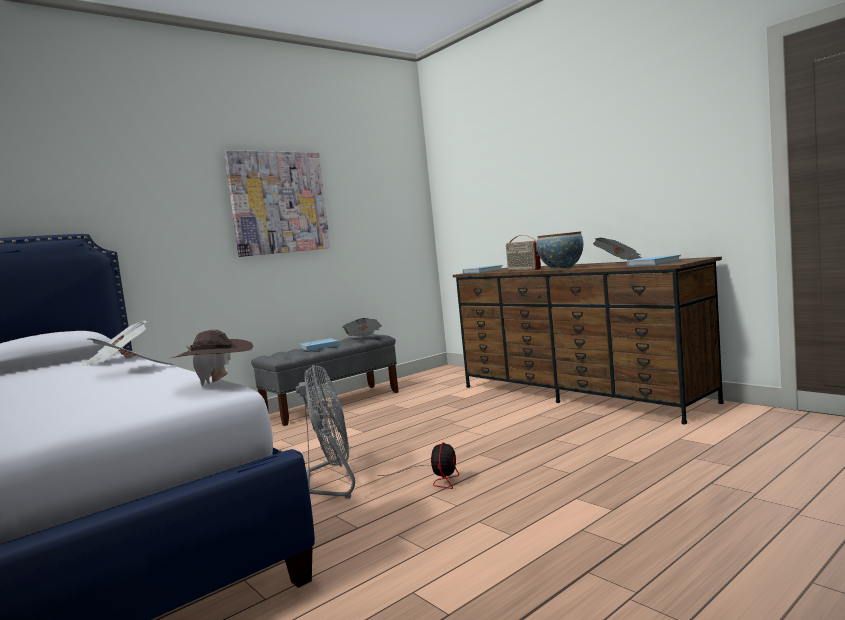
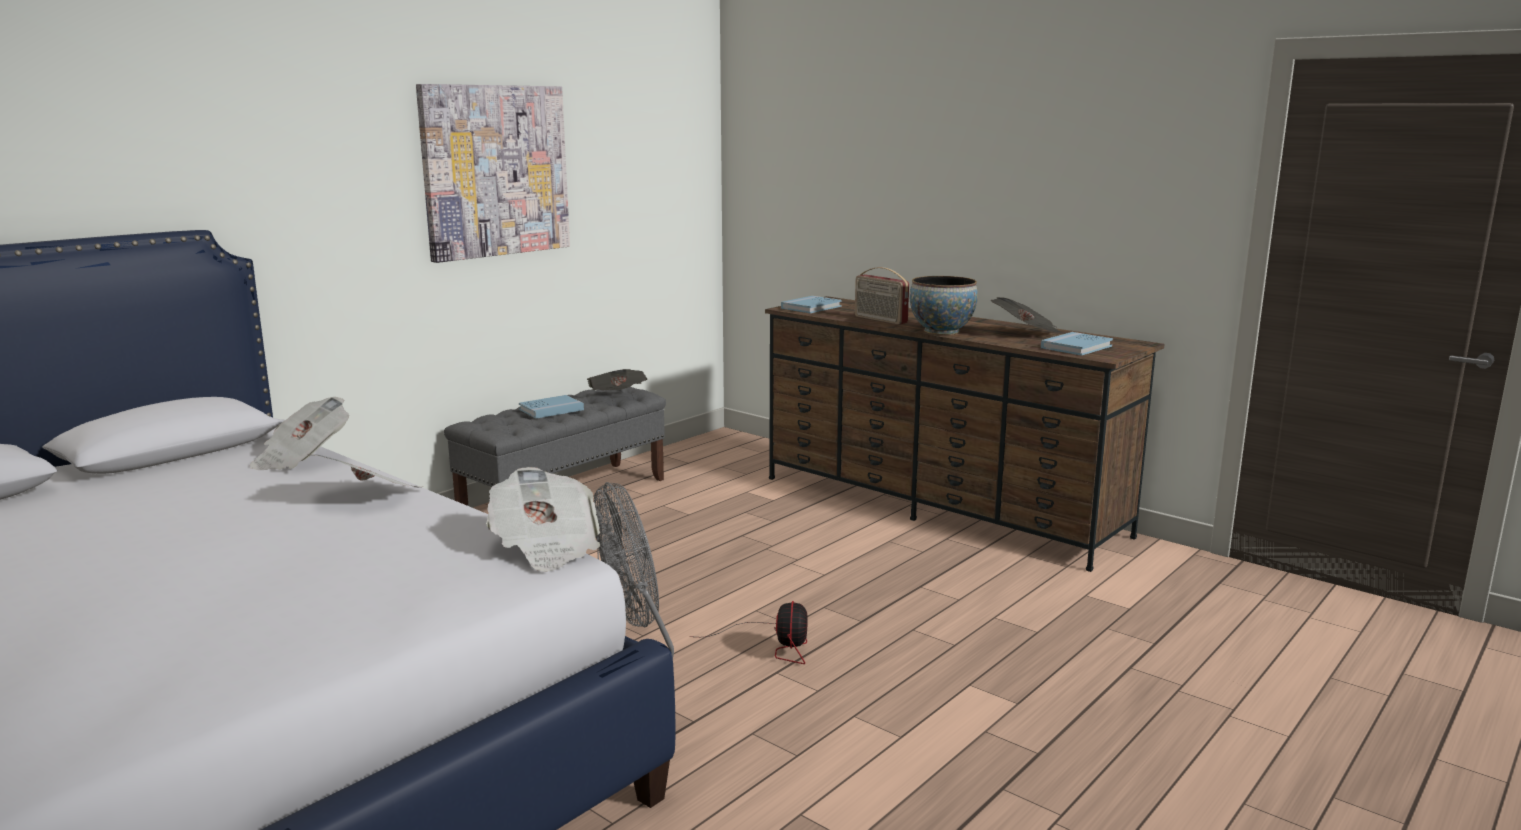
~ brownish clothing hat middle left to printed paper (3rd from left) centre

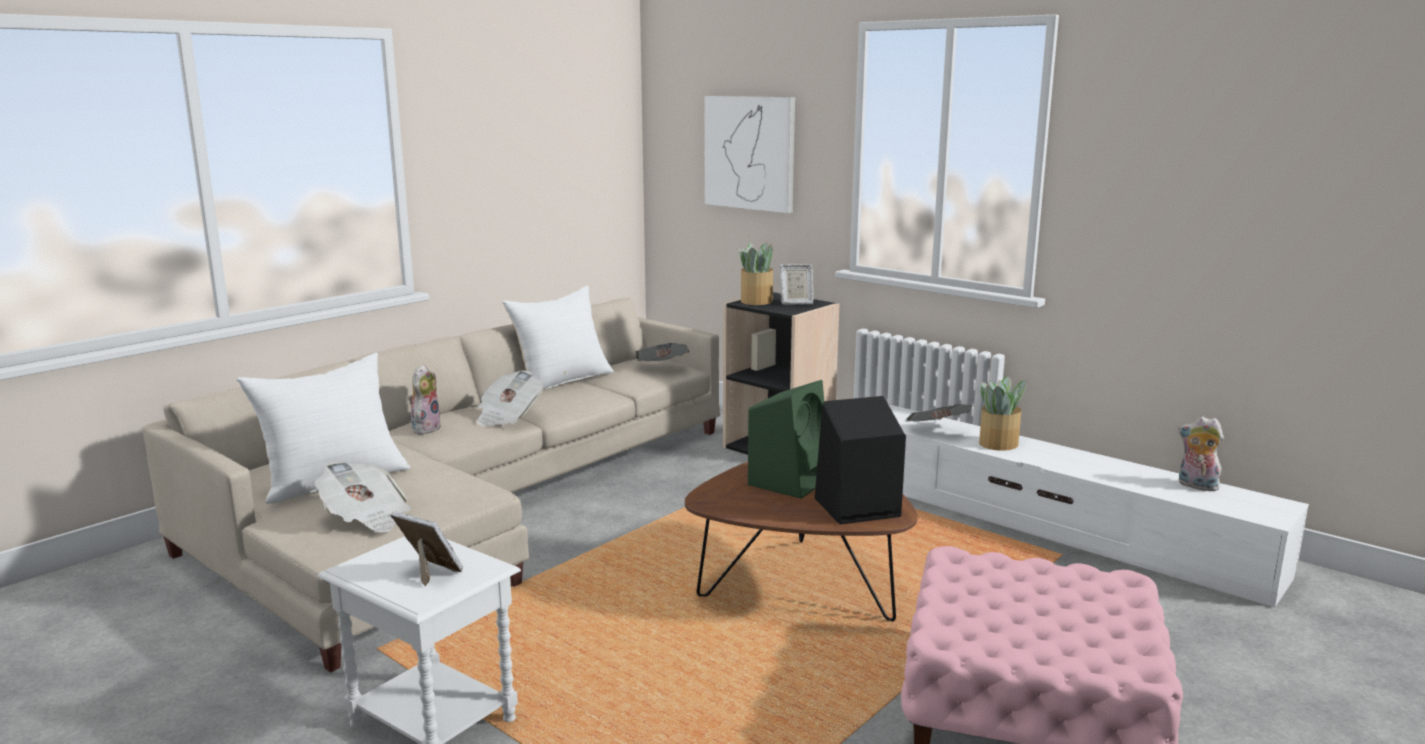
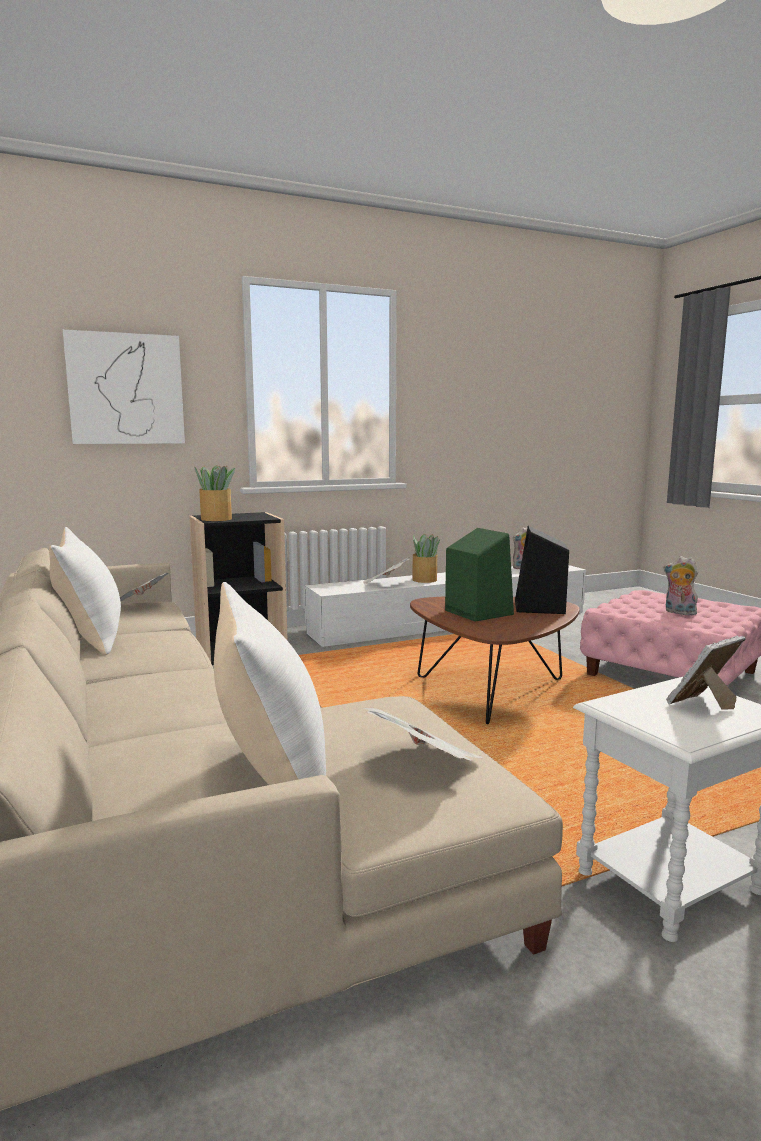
- standing frame (2nd from left) centre
~ plush toy (1st from left in the first image) middle left to plush toy (2nd from left) middle right
- printed paper (2nd from left) centre

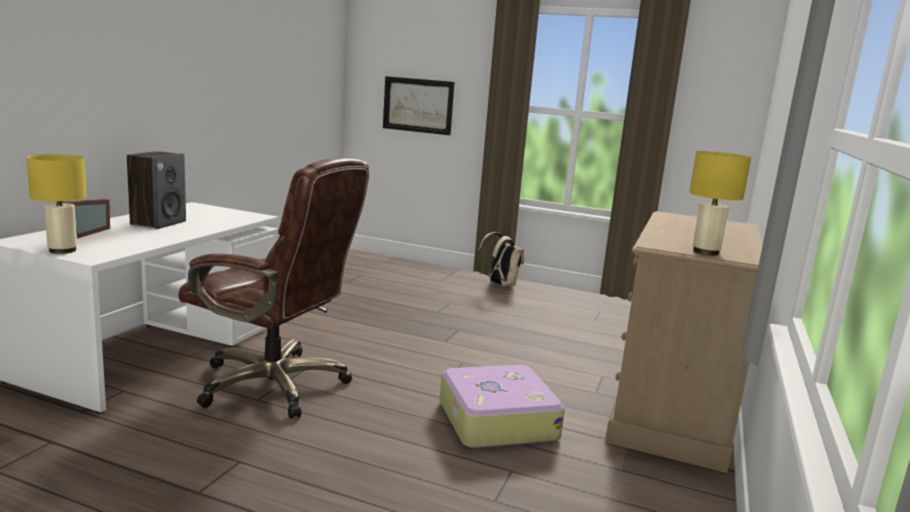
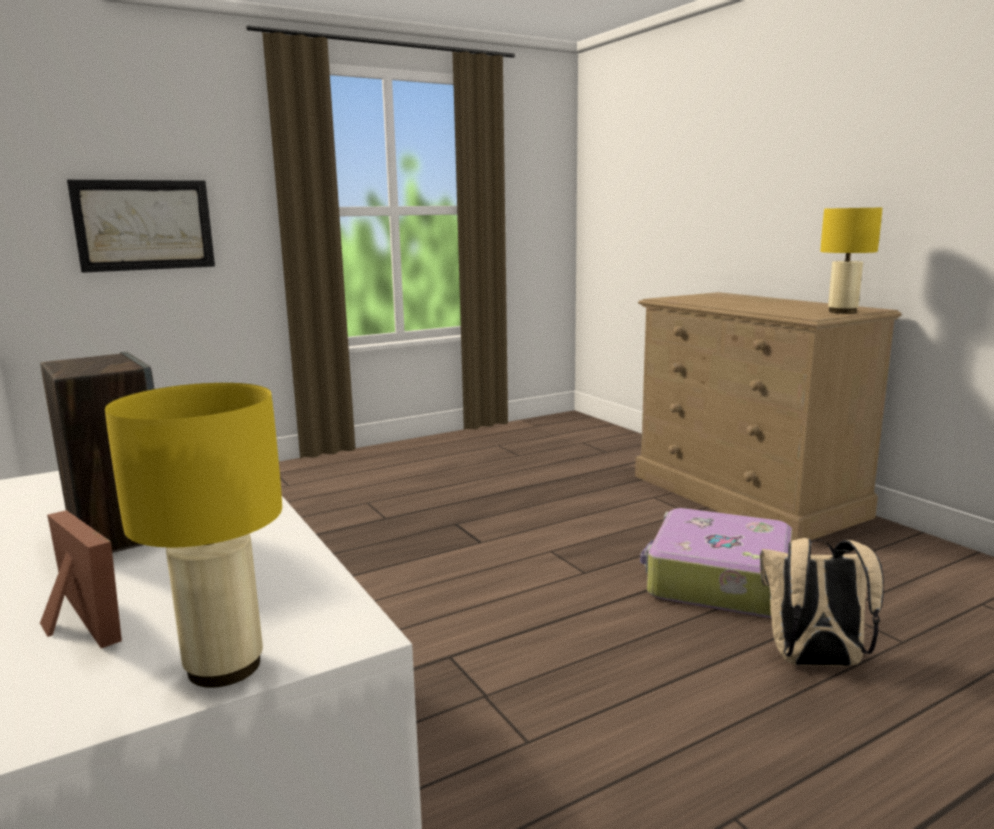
- brownish computer chair middle left
~ sand-coloured knapsack centre to bottom right

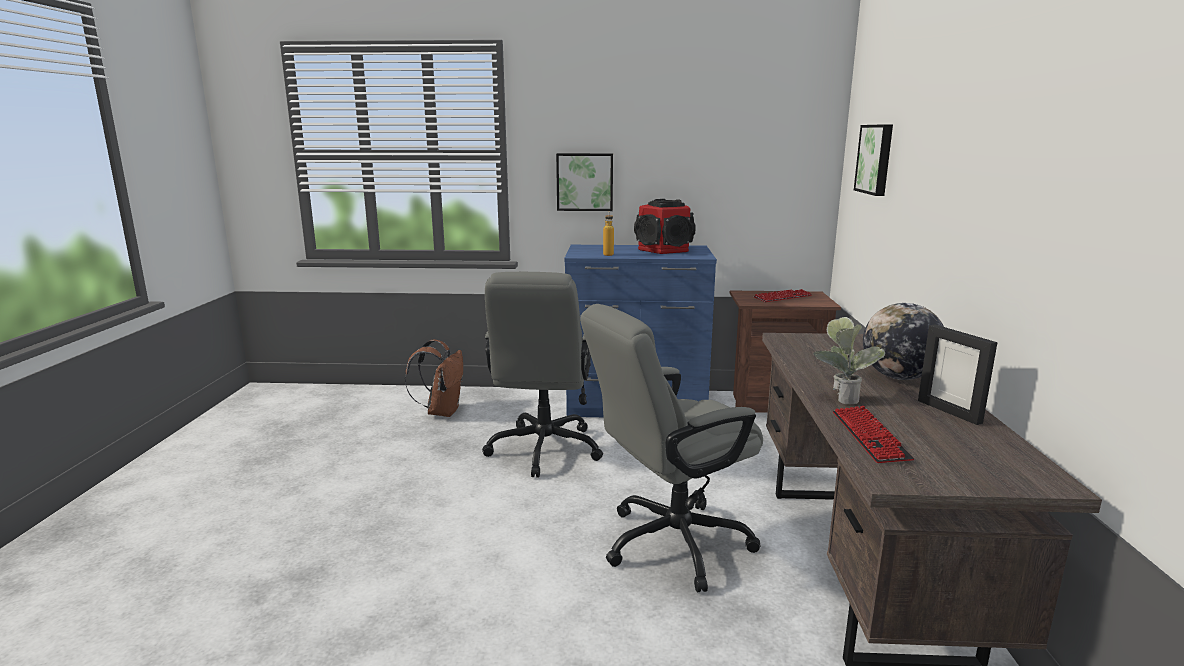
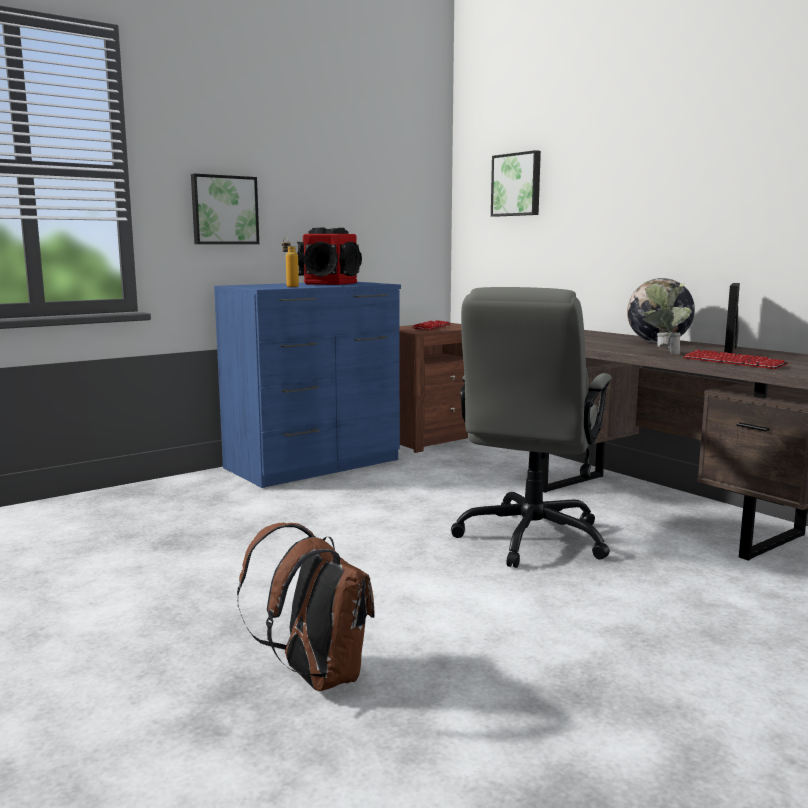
- greyish computer chair (1st from left) centre
~ standing frame middle right = middle right 90 degrees clockwise
~ brownish knapsack centre to bottom centre

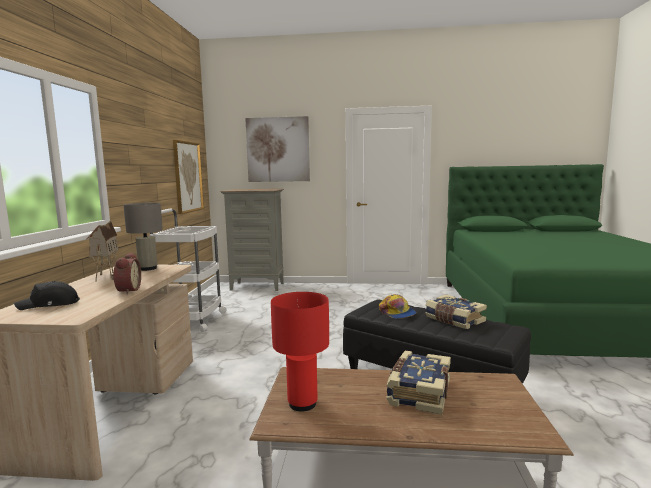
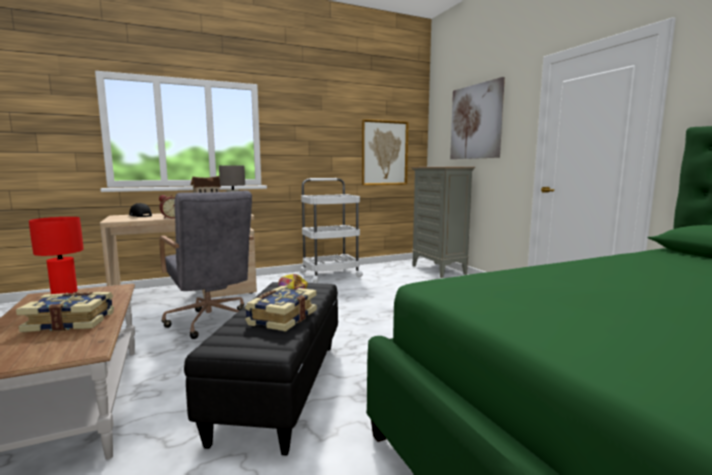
+ greyish computer chair middle left

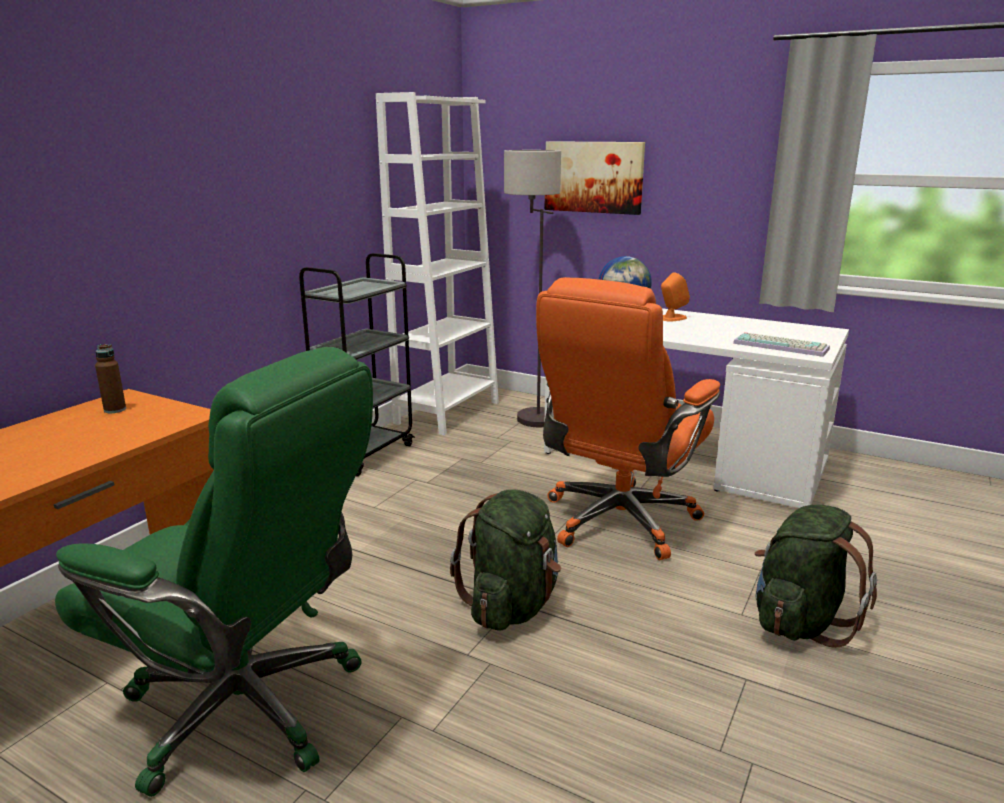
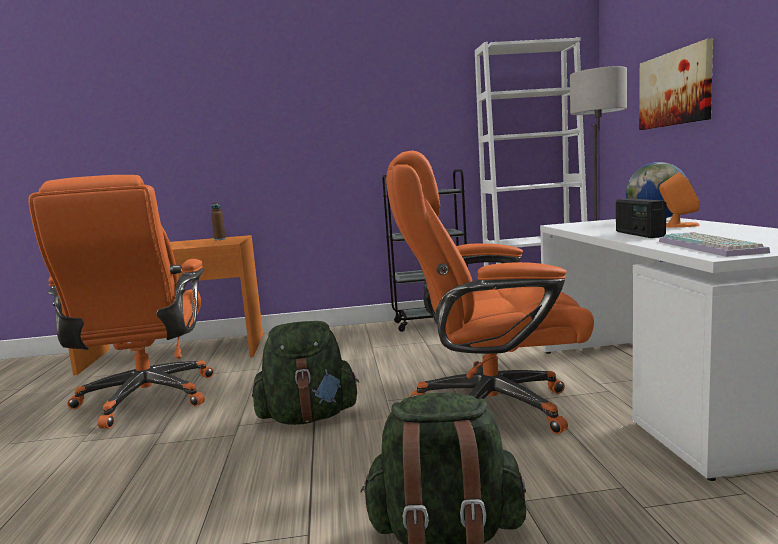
~ green-coloured computer chair bottom left to orange computer chair (1st from left) middle left
+ radio middle right

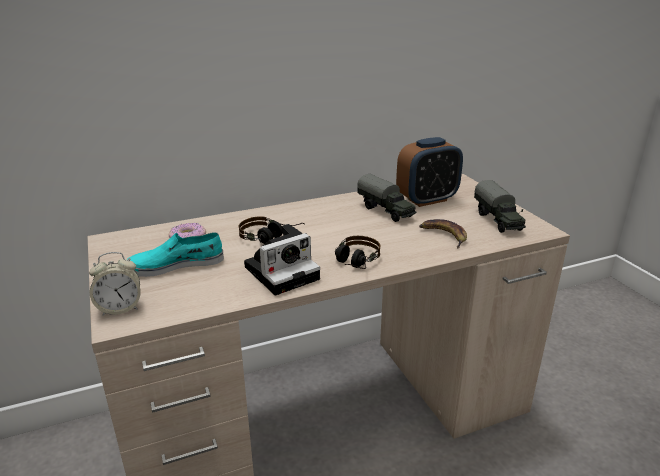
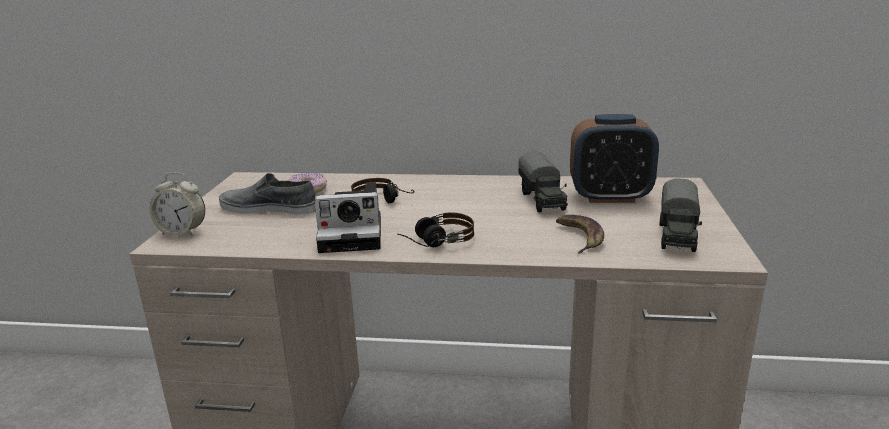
~ turquoise shoe middle left to greyish shoe middle left

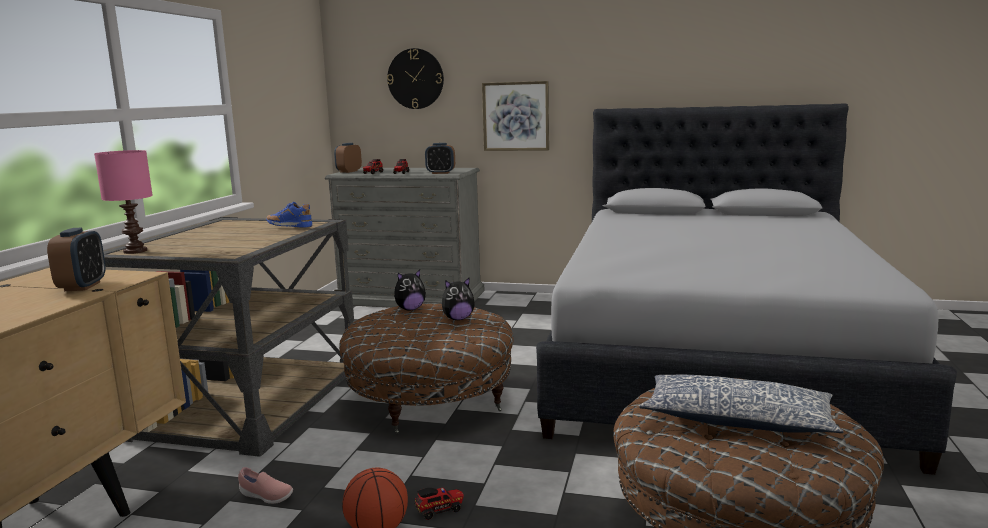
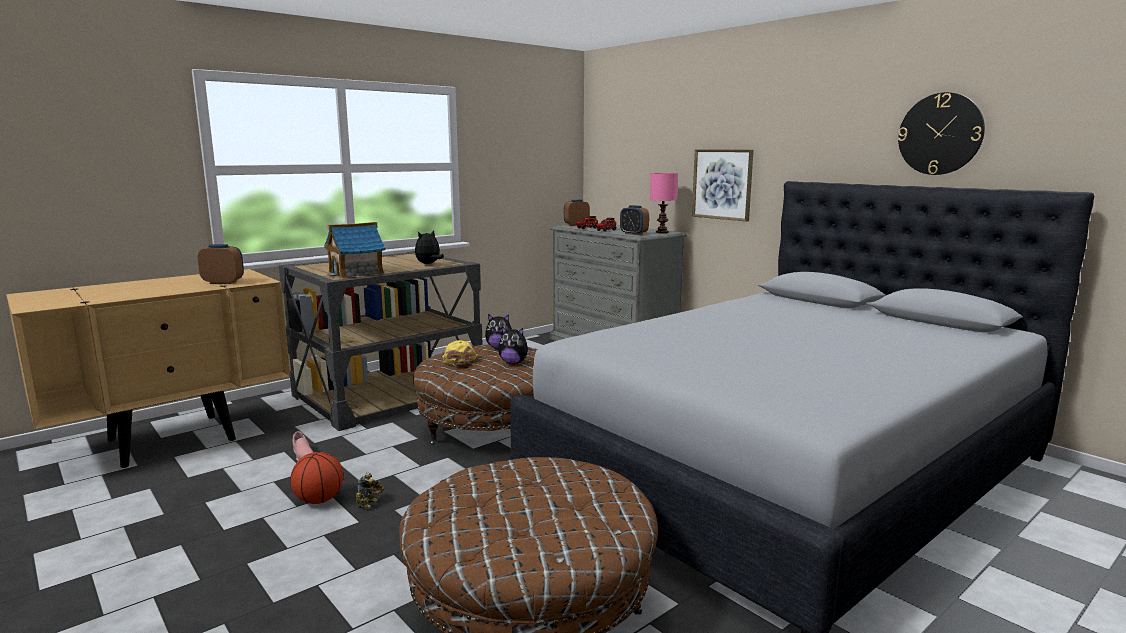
~ wall clock top centre to top right
~ pink-coloured table lamp middle left to top centre
~ blue-coloured shoe middle left to plush toy (1st from left) centre
~ alarm clock (1st from left) middle left = middle left 120 degrees counterclockwise
- throw pillow bottom right
~ toy lorry (3rd from left) bottom centre to toy robot bottom left
+ model house middle left
+ yellowish cap centre

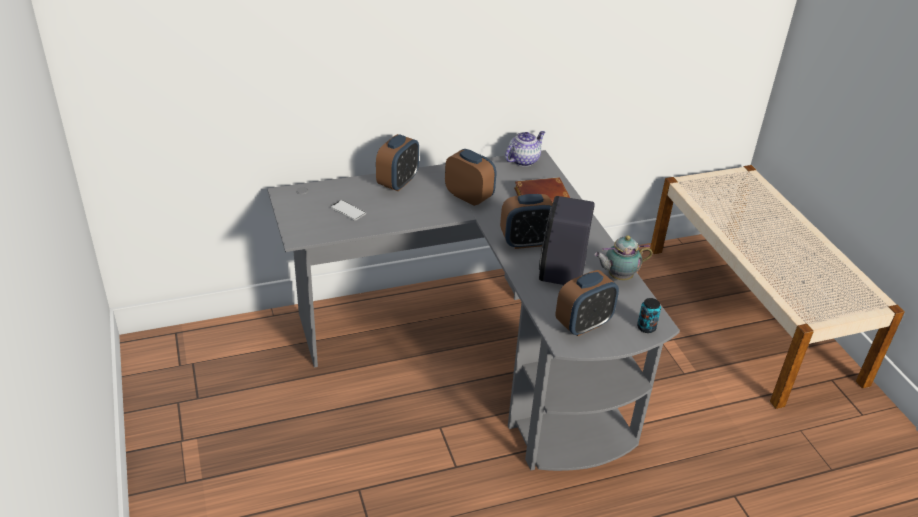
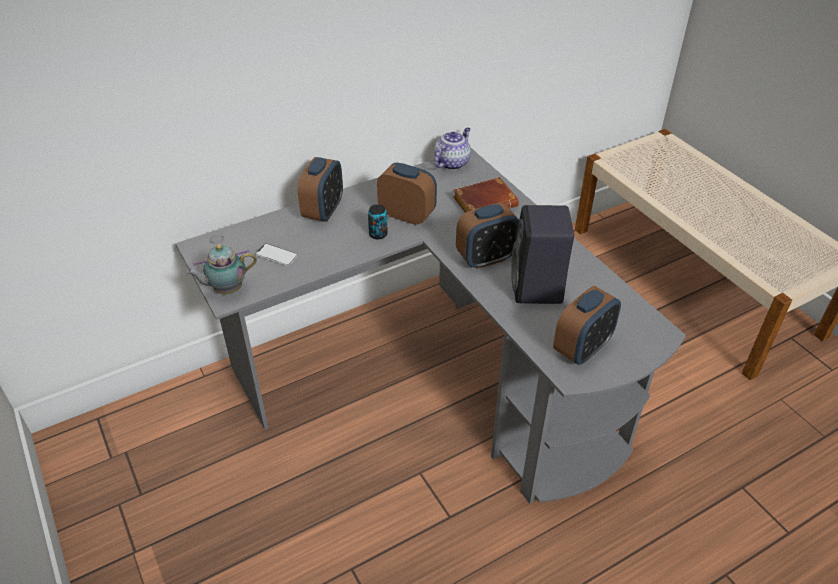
~ teapot (2nd from left in the first image) middle right to teapot (1st from left) middle left
~ can middle right to centre

